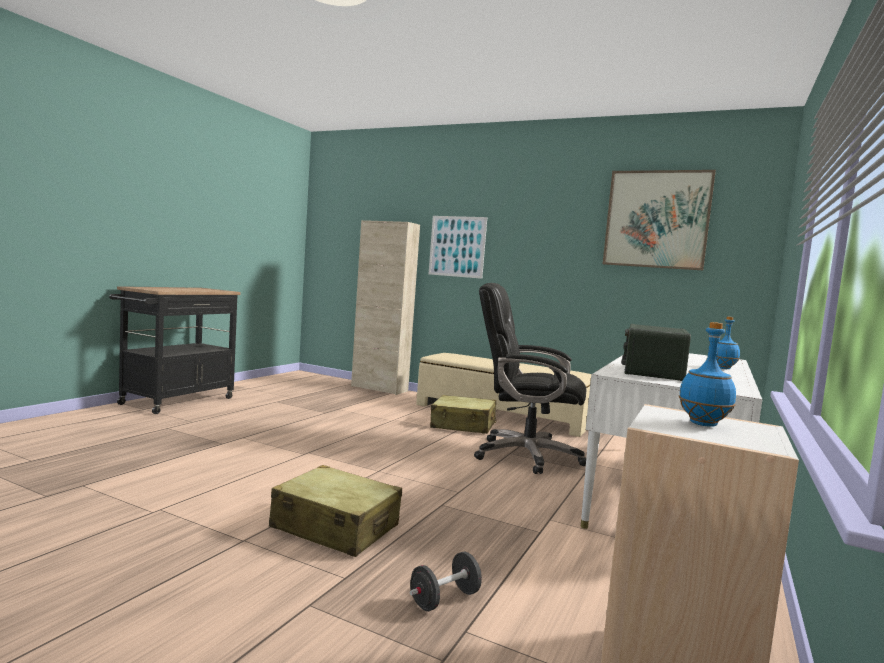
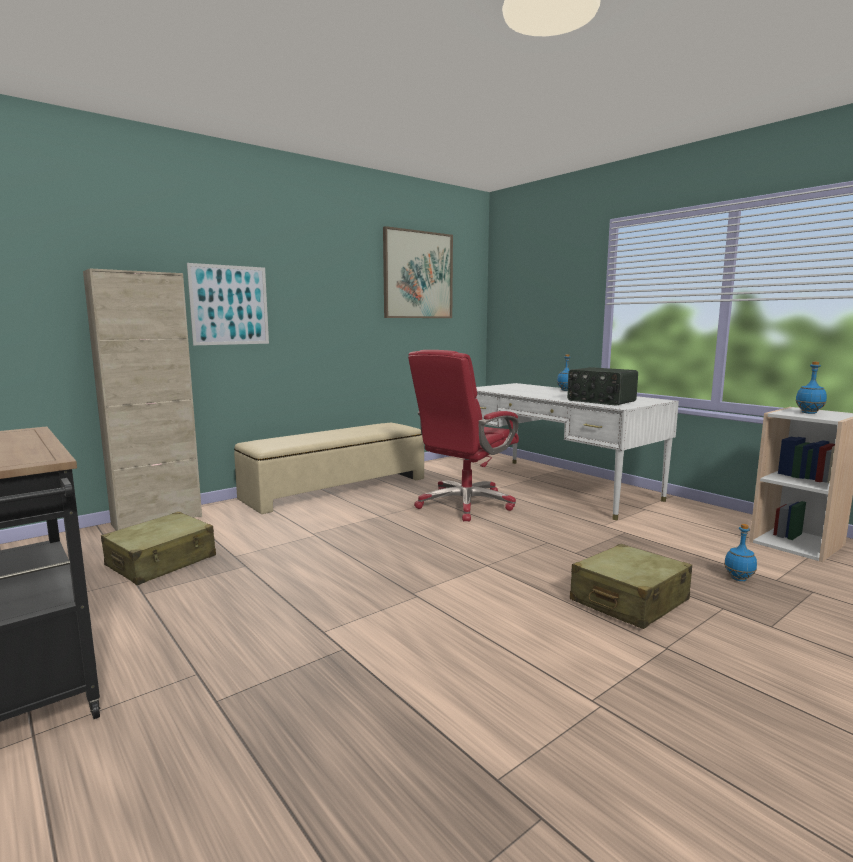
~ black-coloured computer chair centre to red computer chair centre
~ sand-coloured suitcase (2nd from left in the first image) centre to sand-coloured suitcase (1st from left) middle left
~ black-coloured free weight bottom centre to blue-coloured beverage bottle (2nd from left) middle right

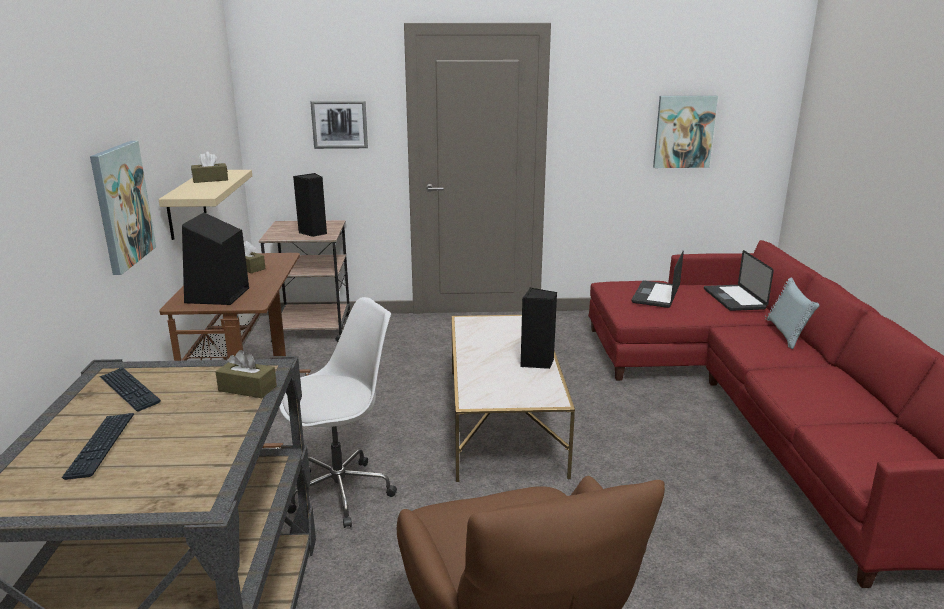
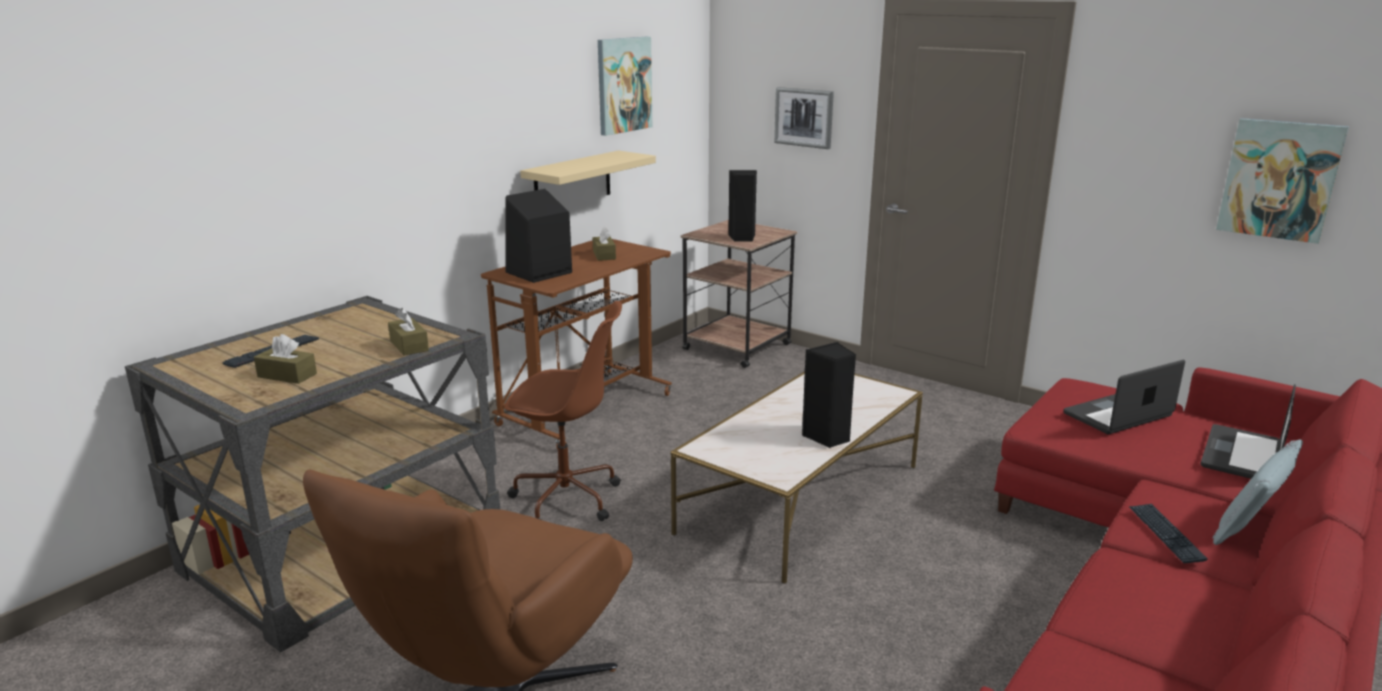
~ picture (1st from left) middle left to top centre
~ brownish box of tissues (1st from left) top left to middle left
~ whitish computer chair bottom centre to brownish computer chair centre
~ computer keyboard (2nd from left) middle left to bottom right

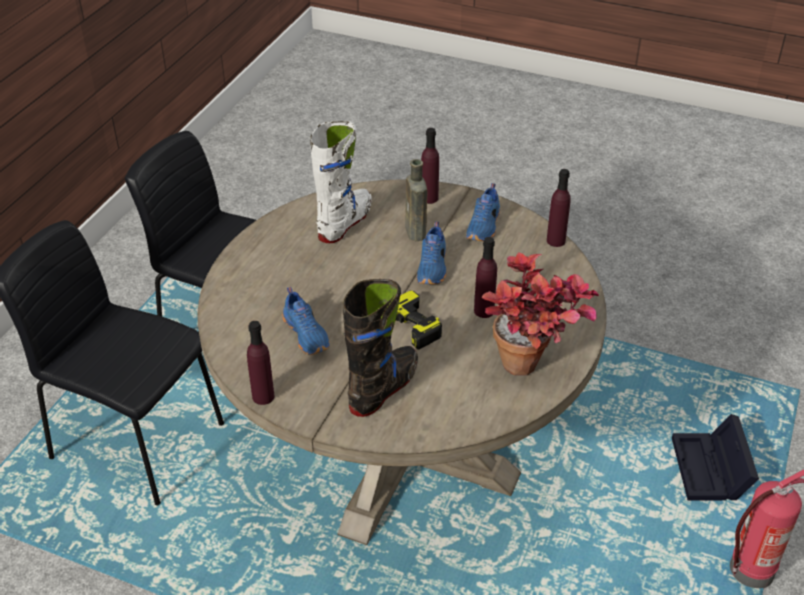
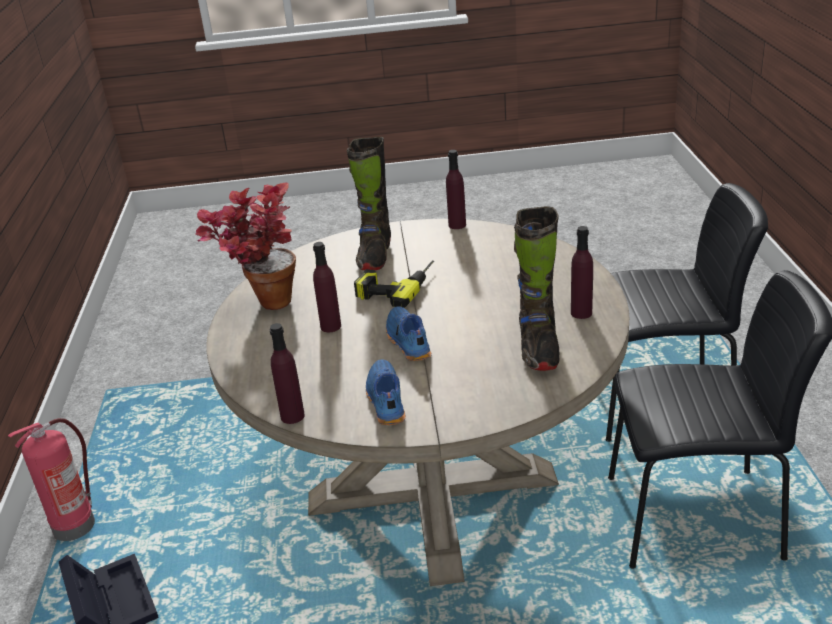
~ whitish high-top boot top centre to black-coloured high-top boot (2nd from left) centre
~ purplish beverage bottle (2nd from left in the first image) top centre to purplish beverage bottle (4th from left) middle right
- brownish beverage bottle centre
- blue-coloured shoe (1st from left) centre

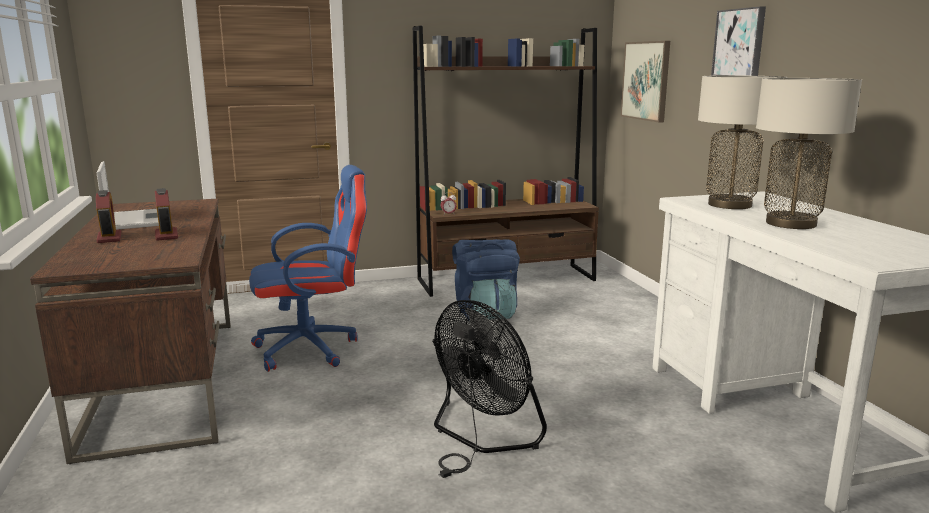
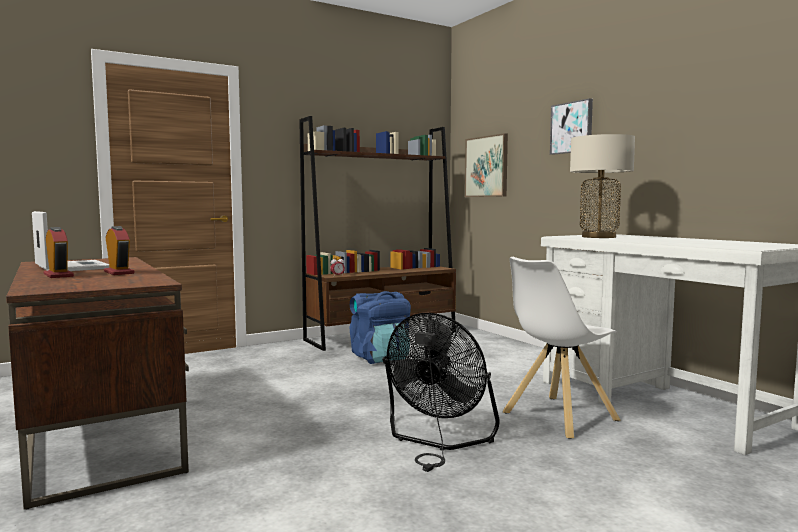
- table lamp (2nd from left) top right
- blue-coloured computer chair middle left
+ whitish upright chair middle right

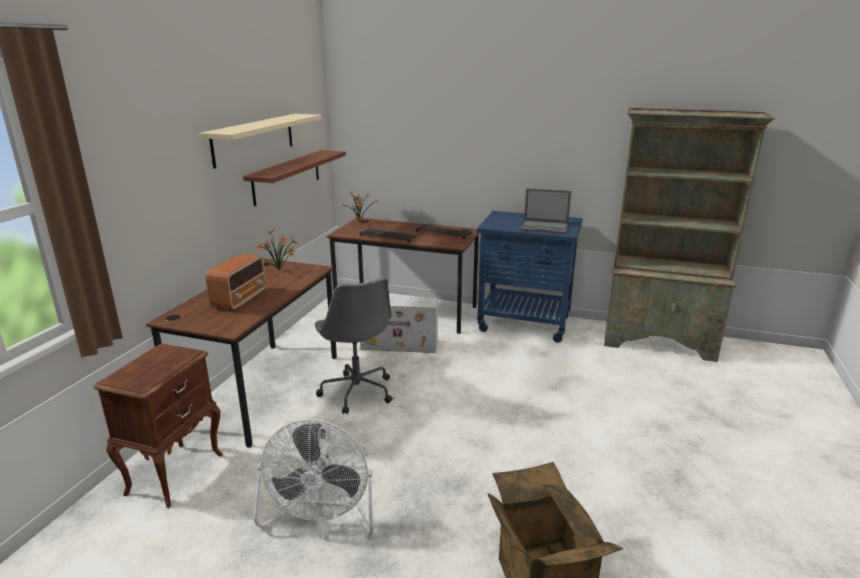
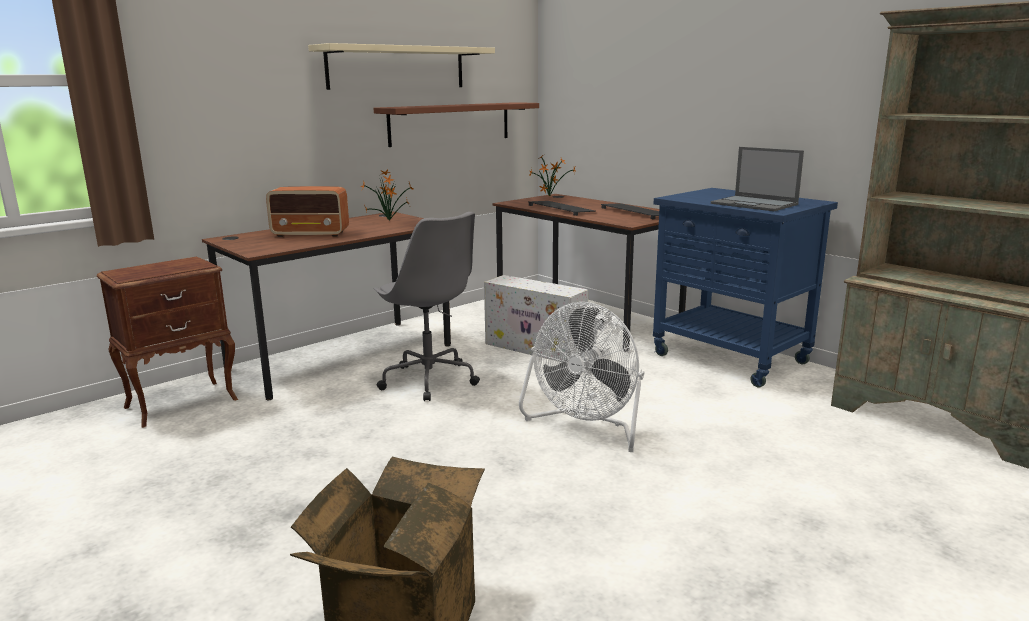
~ radio middle left = middle left 45 degrees clockwise
~ greyish computer chair centre = centre 45 degrees counterclockwise
~ whitish cooling fan bottom centre to centre

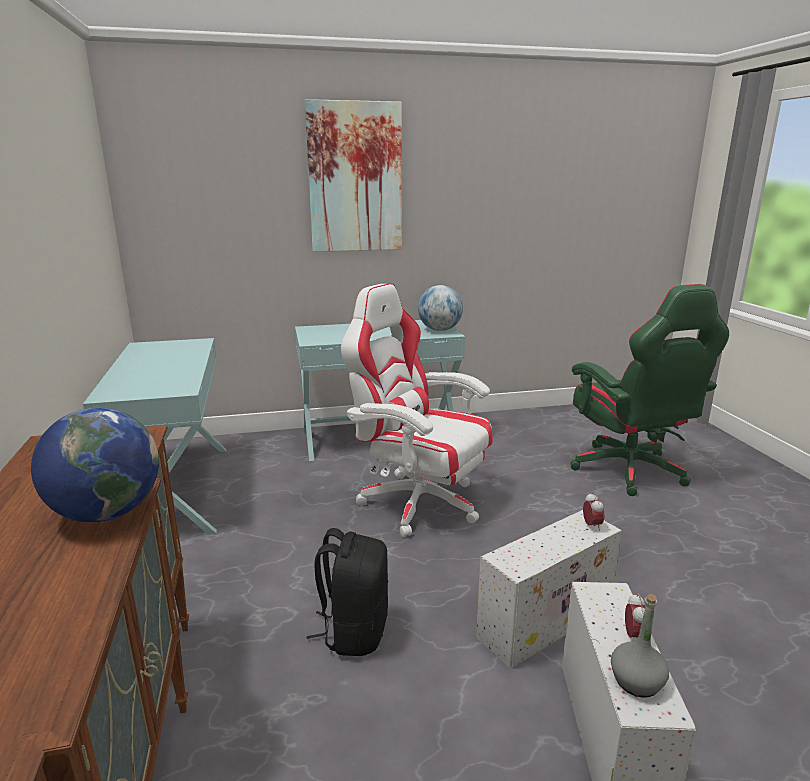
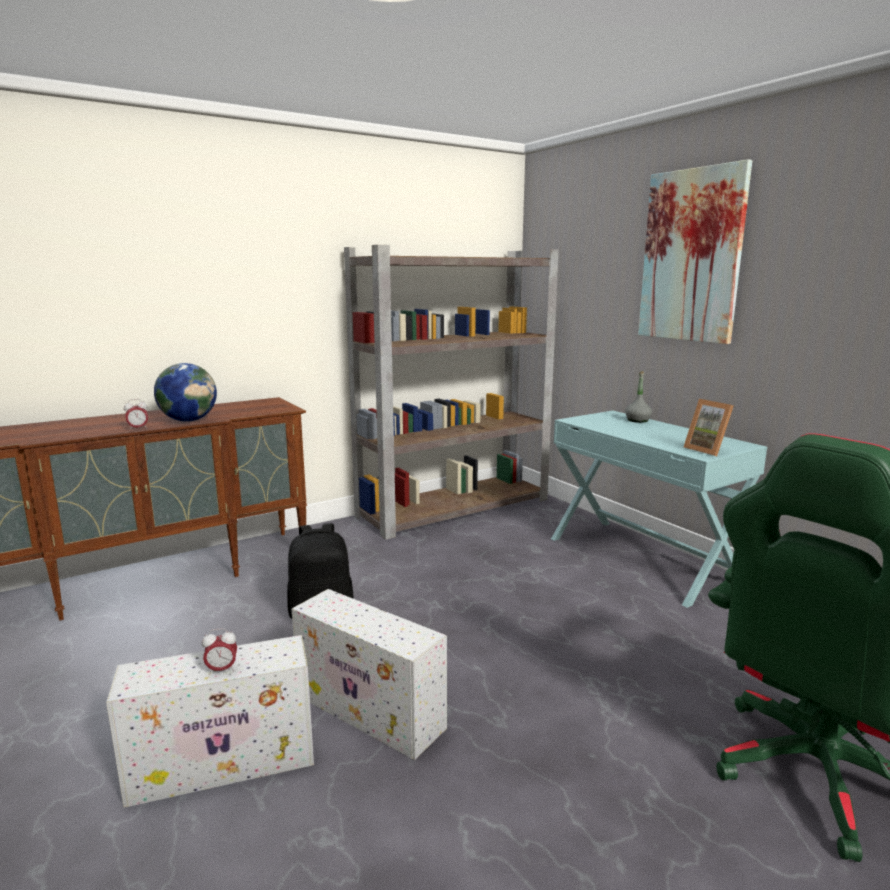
- whitish computer chair centre
~ world globe (2nd from left) centre to standing frame middle right
~ turquoise desk table (1st from left) middle left to brownish bookcase centre
~ alarm clock (1st from left) middle right to middle left
~ greyish beverage bottle bottom right to middle right

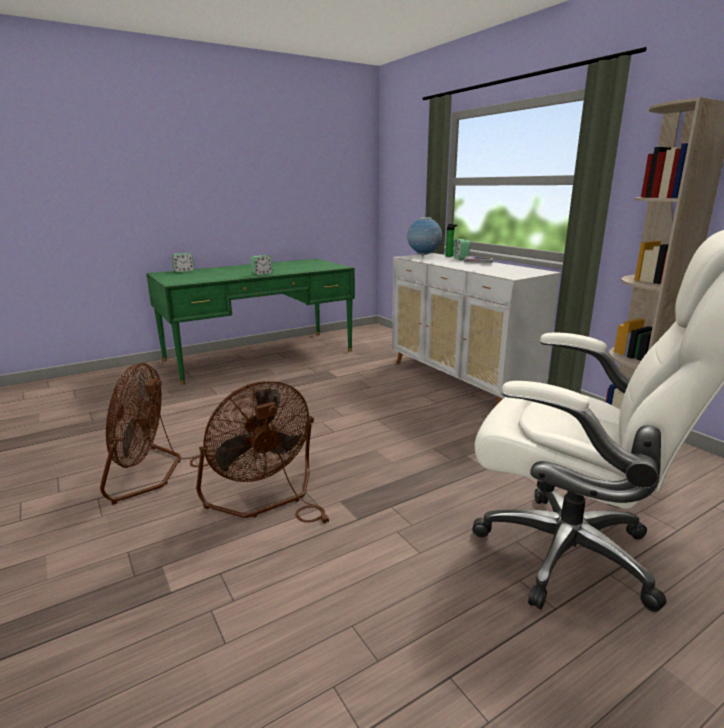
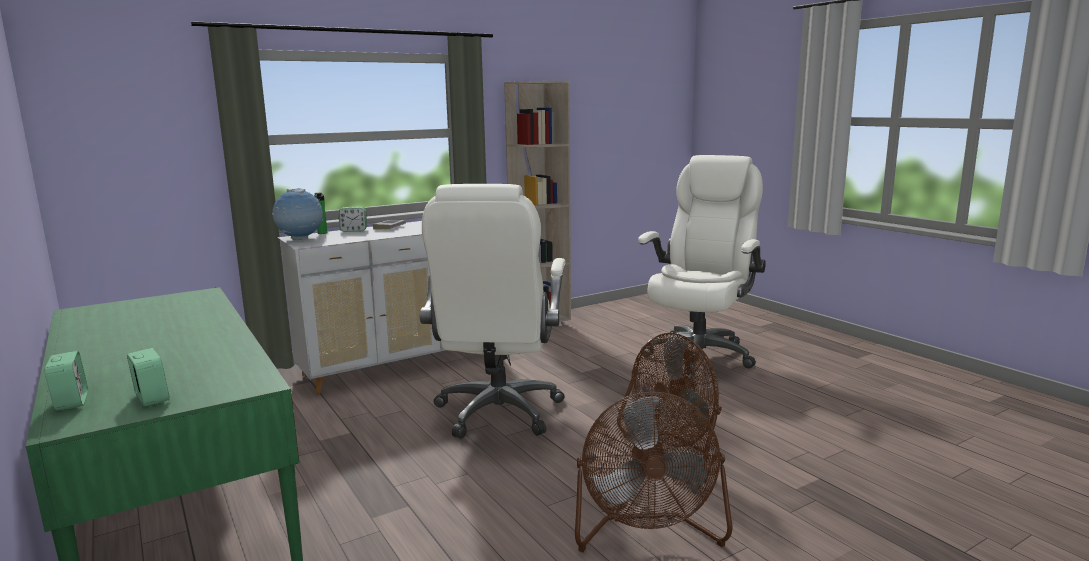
~ alarm clock (2nd from left) centre to bottom left
+ whitish computer chair (1st from left) centre

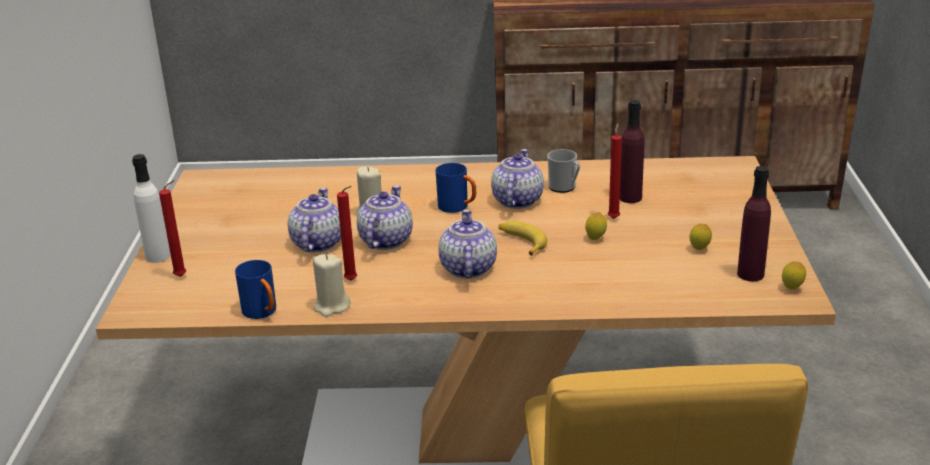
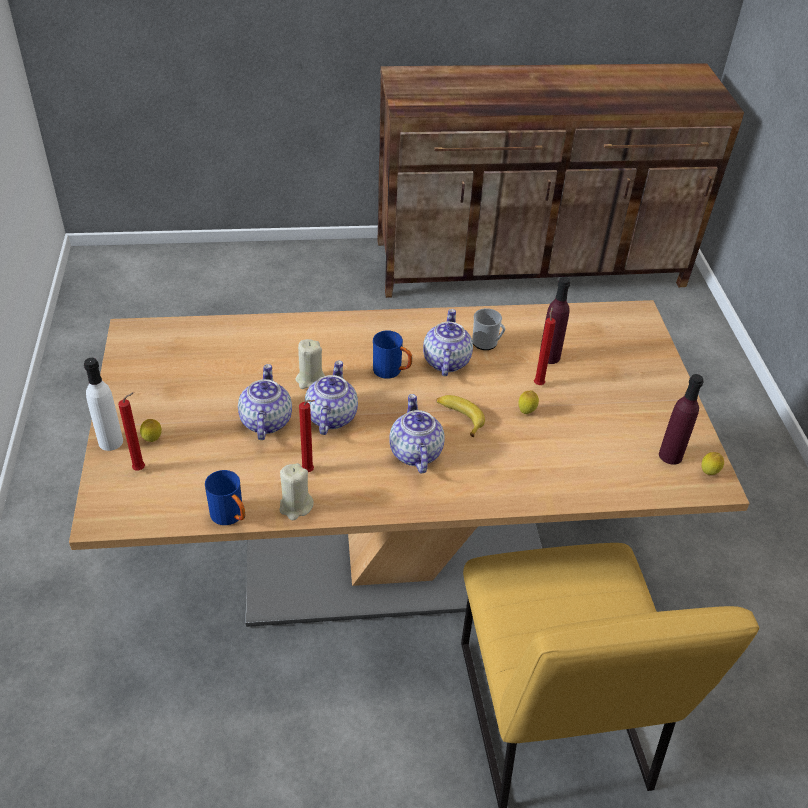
~ citrus fruit (2nd from left in the first image) middle right to citrus fruit (1st from left) middle left

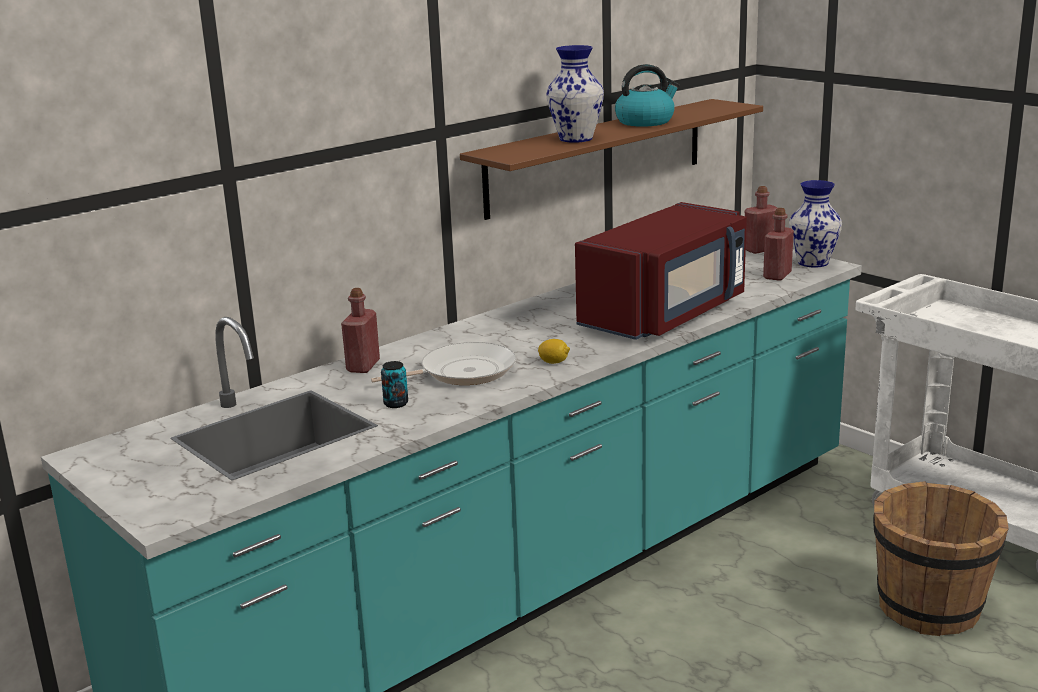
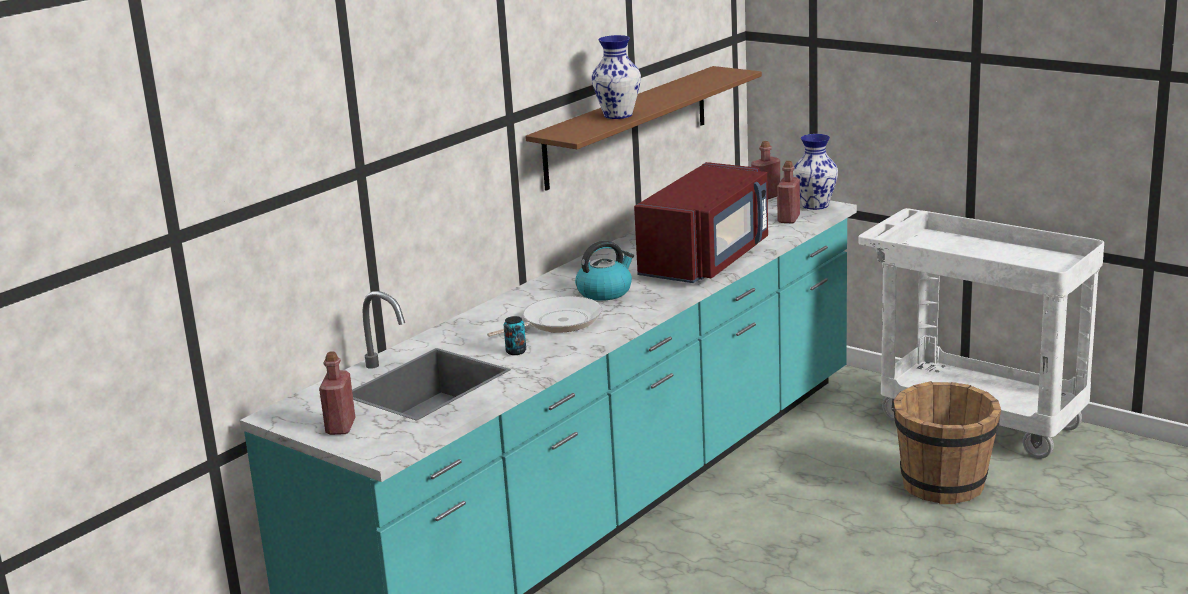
~ water kettle top centre to centre
~ red beverage bottle (1st from left) centre to middle left
- citrus fruit centre

